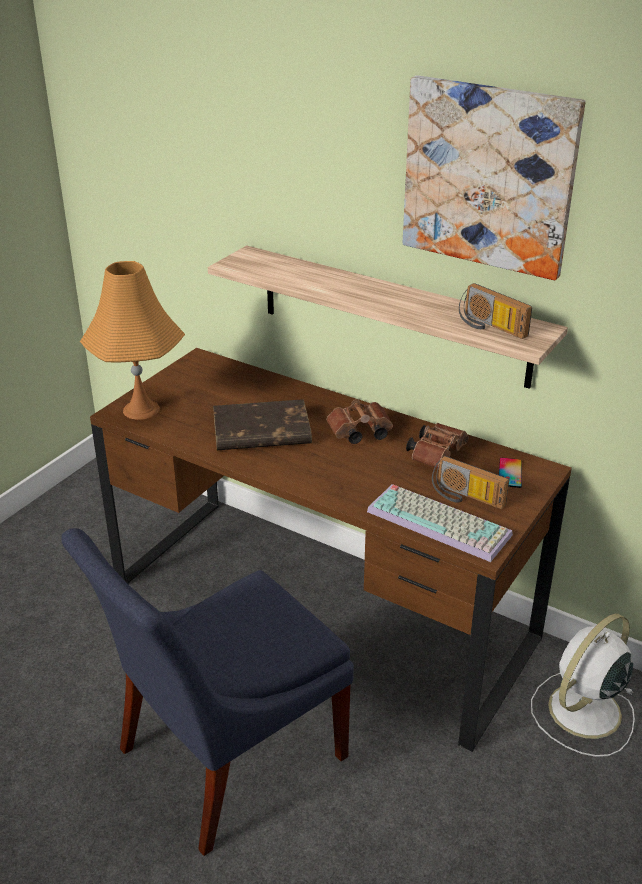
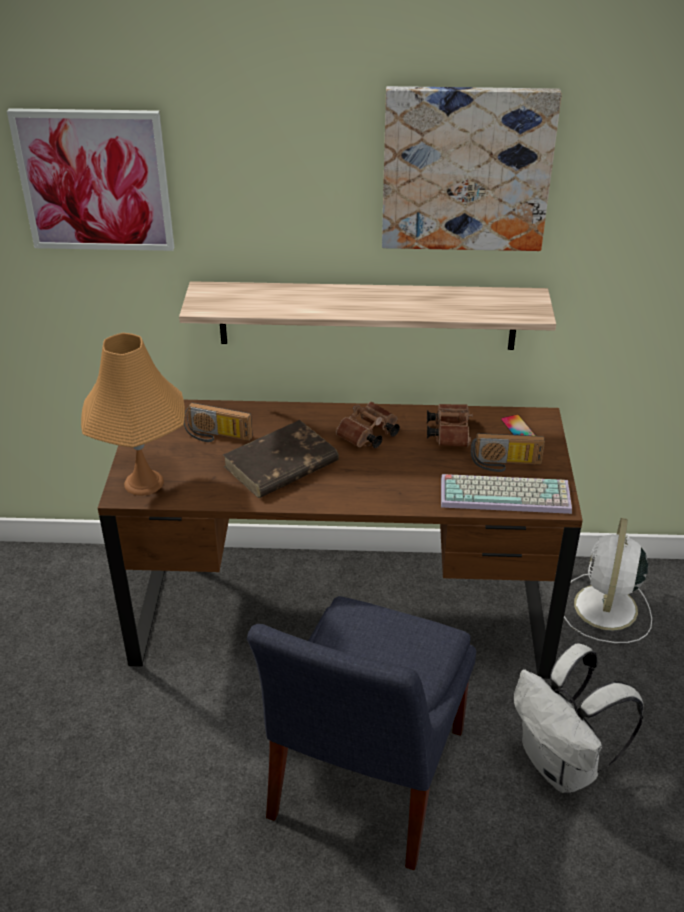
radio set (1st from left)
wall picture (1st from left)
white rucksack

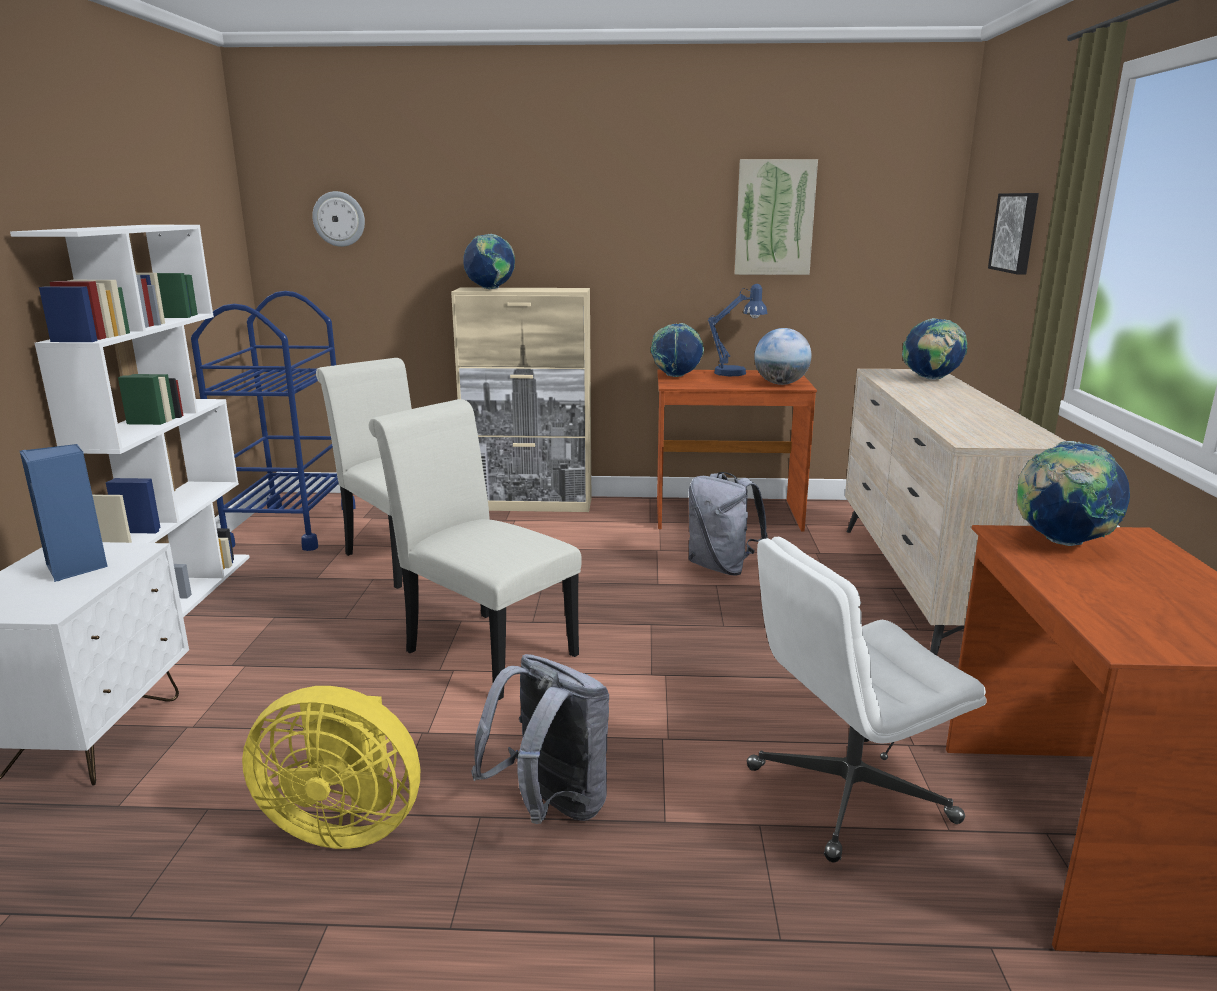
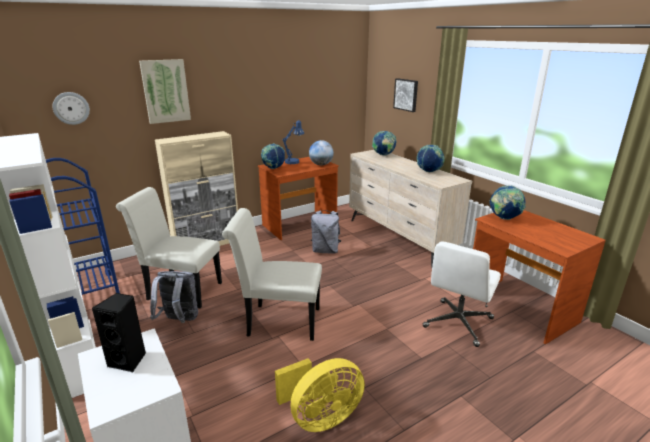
wall picture (1st from left)
globe (4th from left)
blackish speaker
gray rucksack (1st from left)

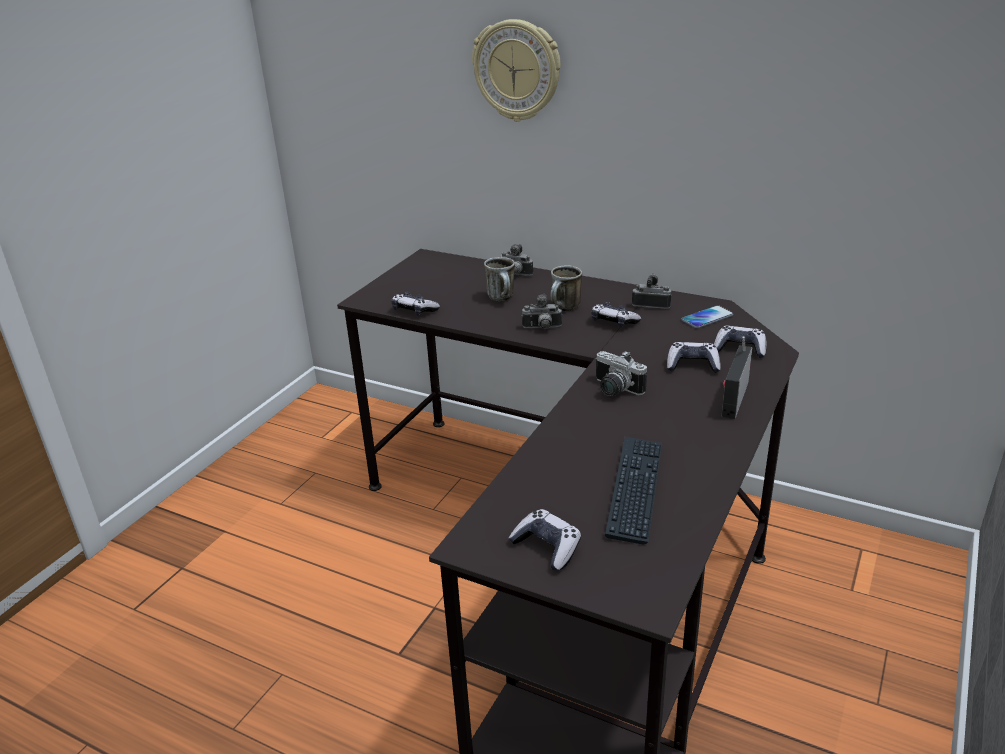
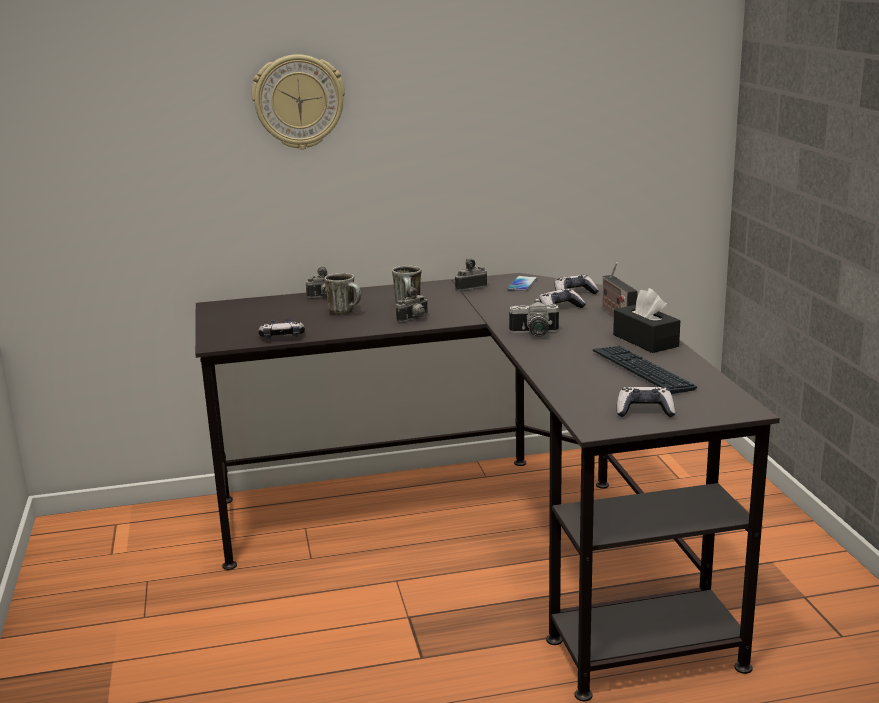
game controller (3rd from left in the first image)
blackish box of tissues

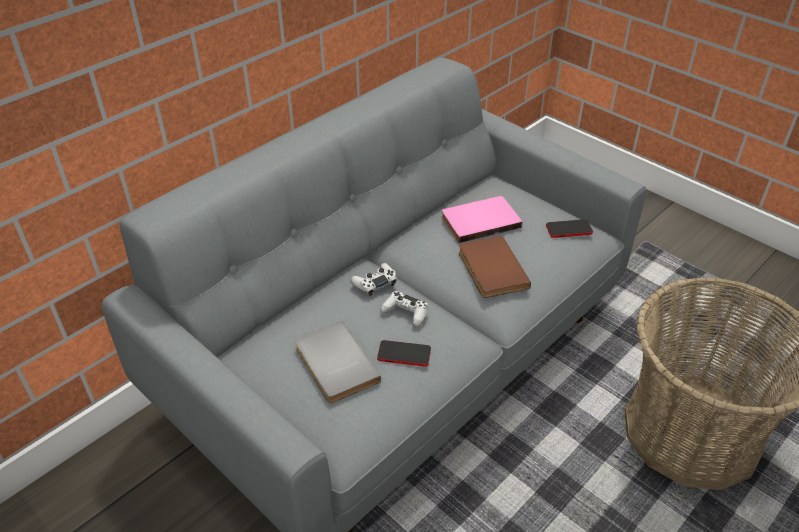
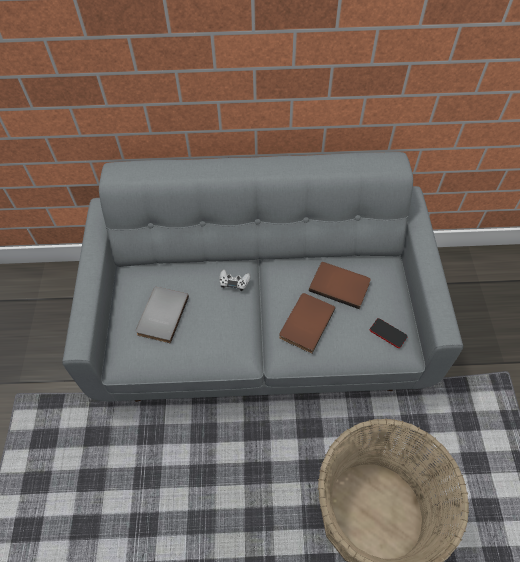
brown book (2nd from left)
white game controller (2nd from left in the first image)
handset (1st from left in the first image)

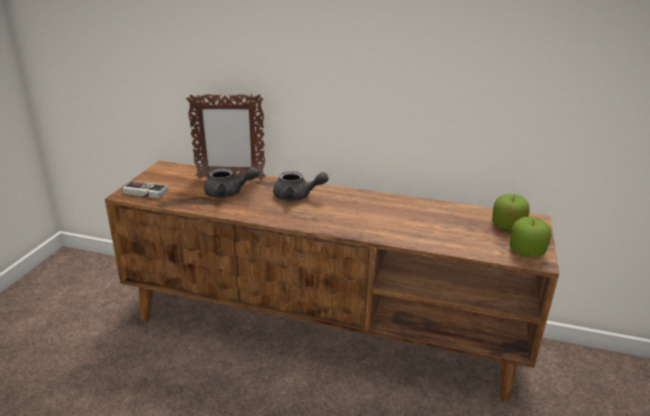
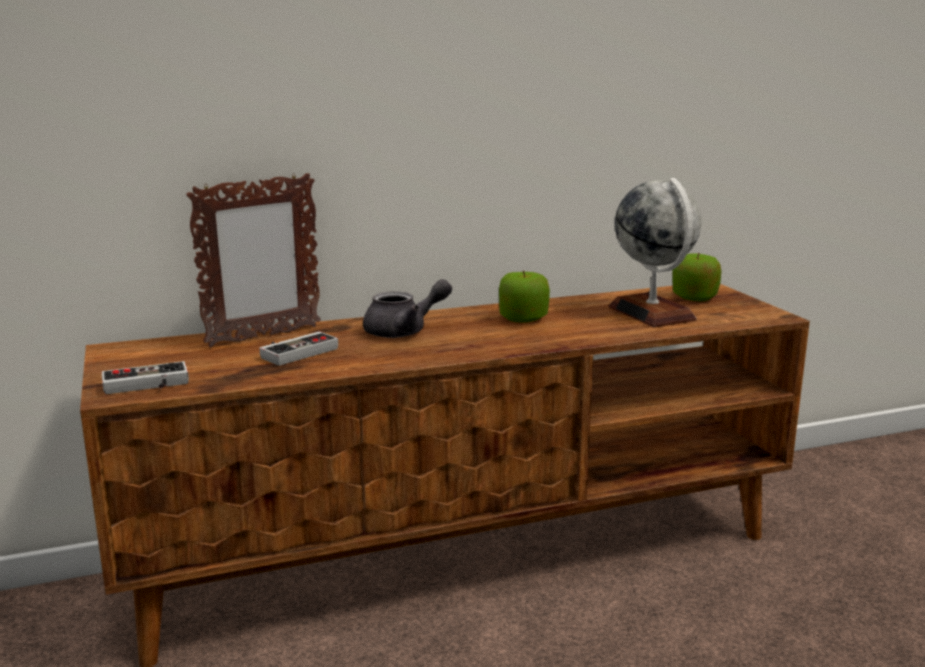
game controller (2nd from left)
apple (1st from left)
globe

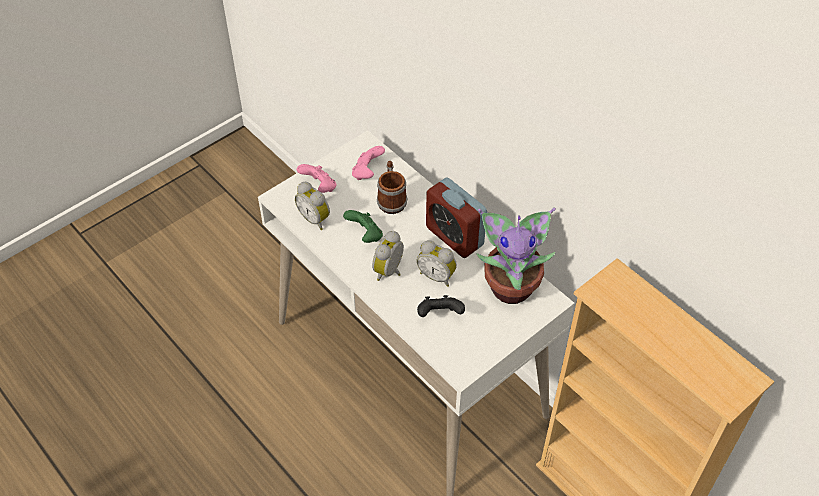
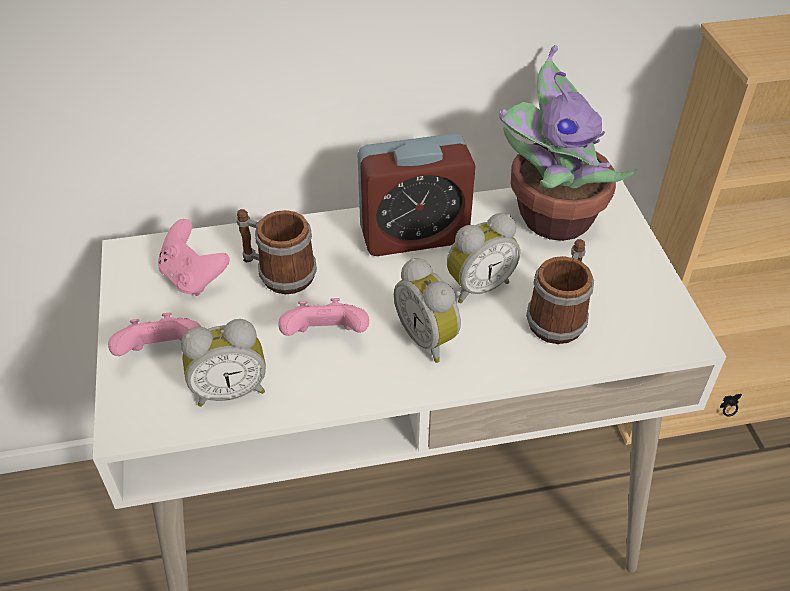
pink game controller (3rd from left)
mug (2nd from left)

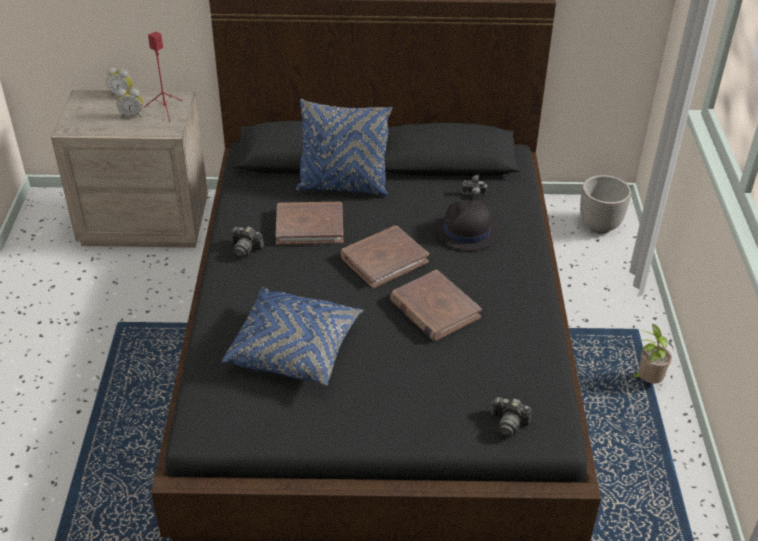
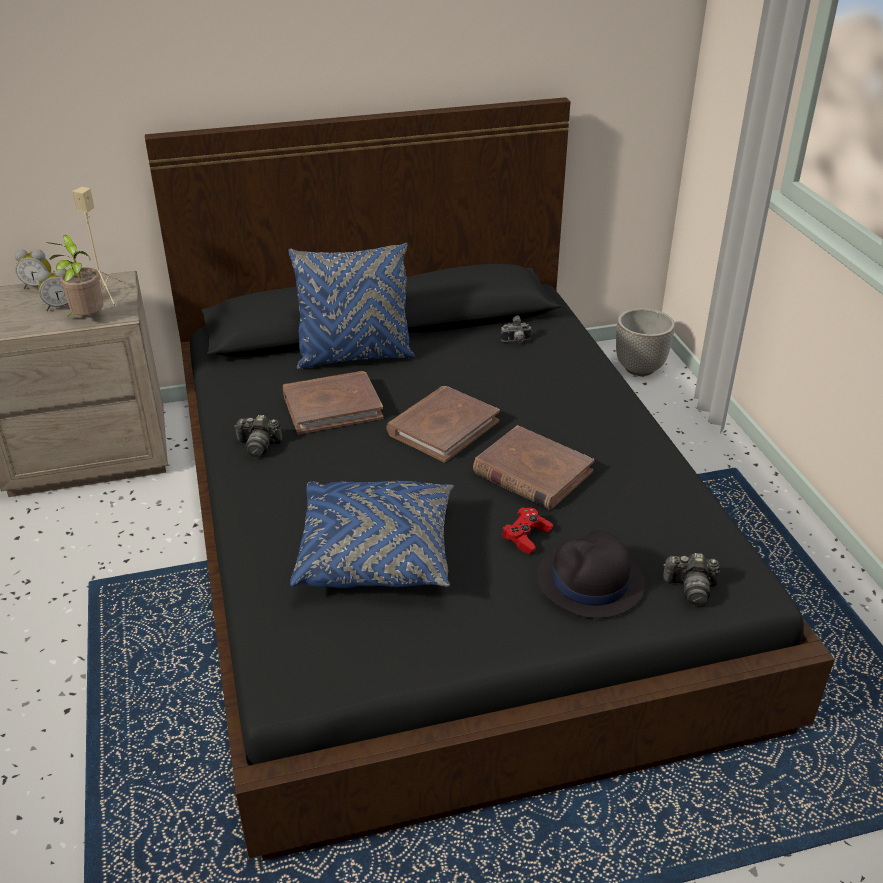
beige speaker
blackish wearable hat
potted plant
red-coloured game controller

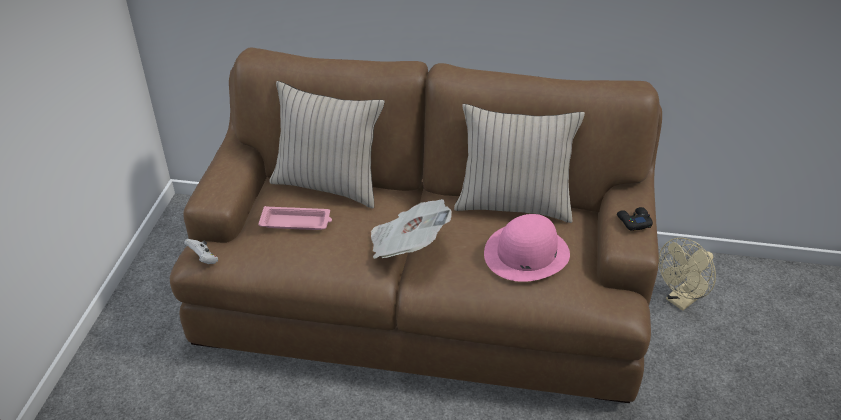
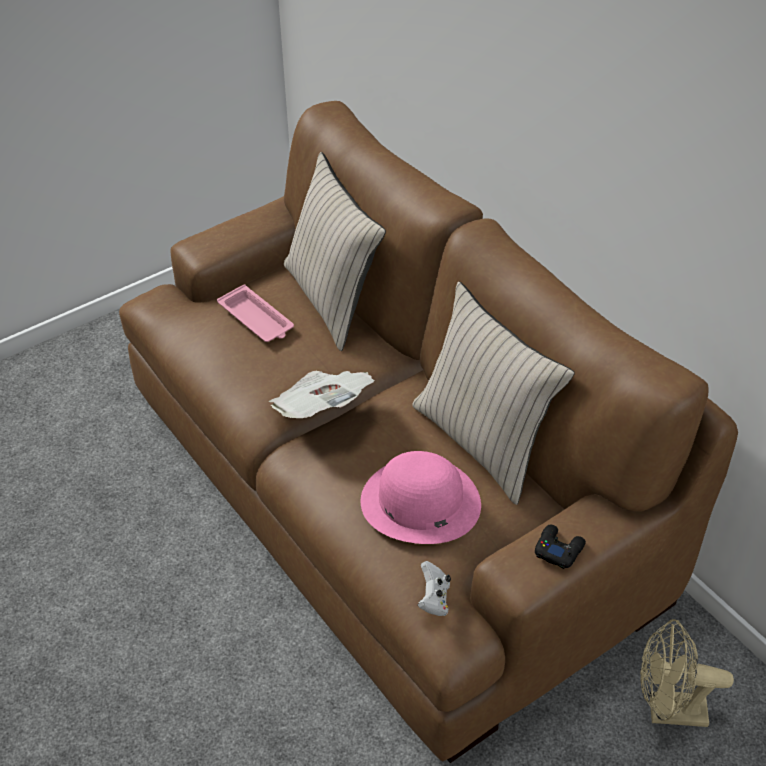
white game controller

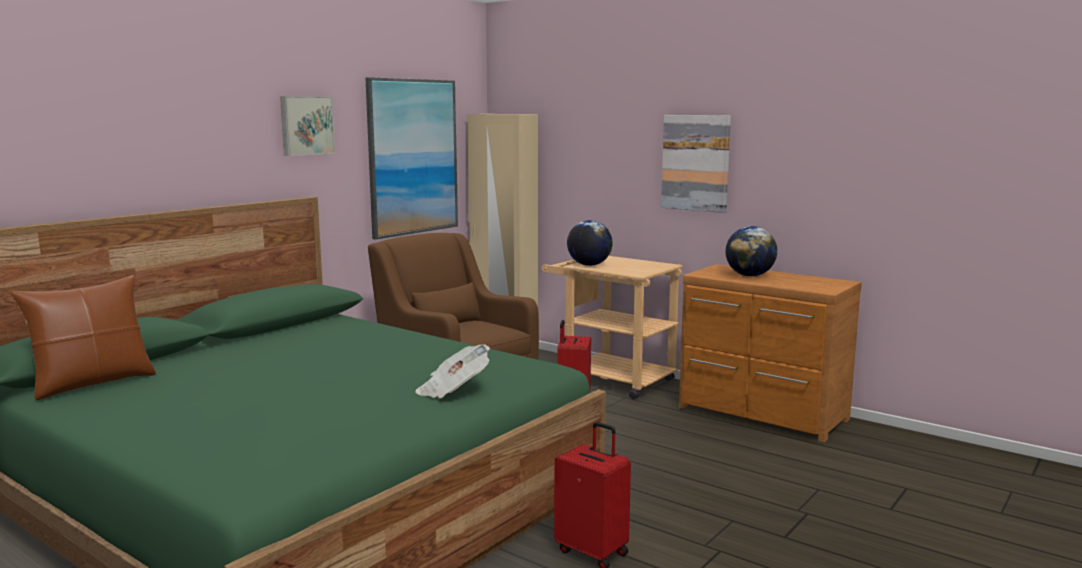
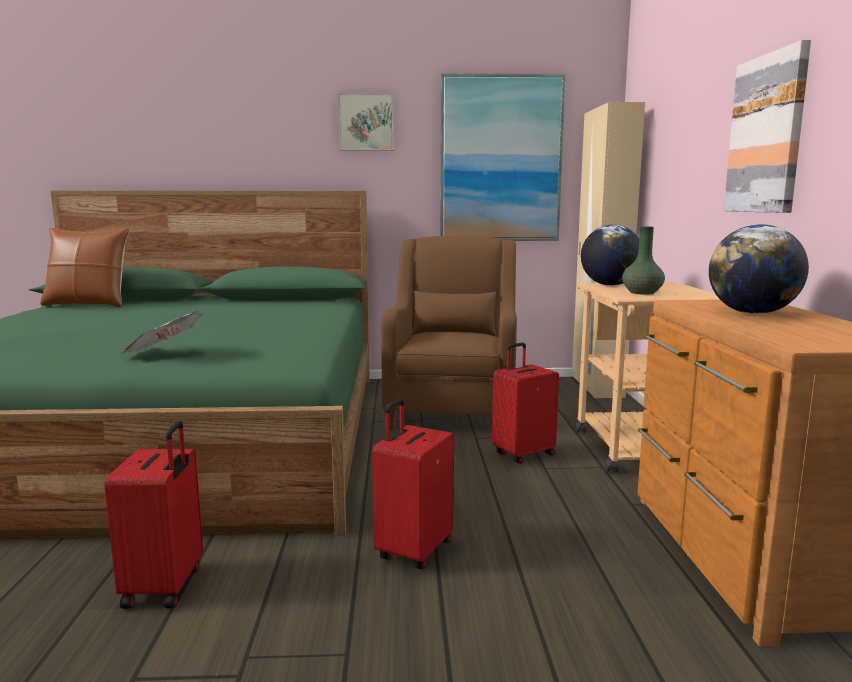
greenish flower vase
red-coloured travel case (2nd from left)

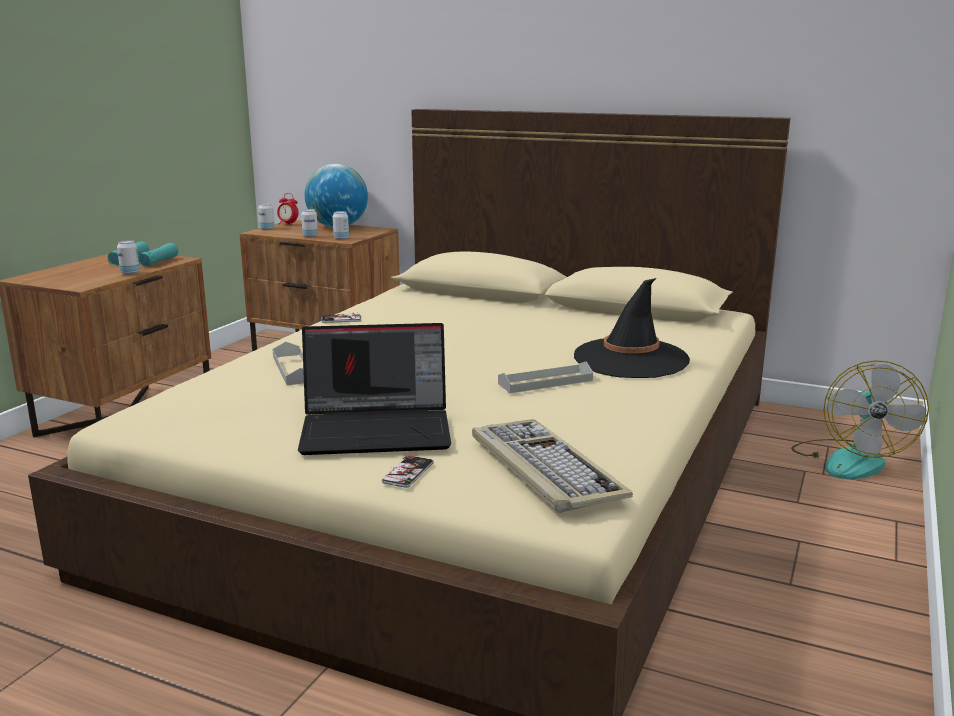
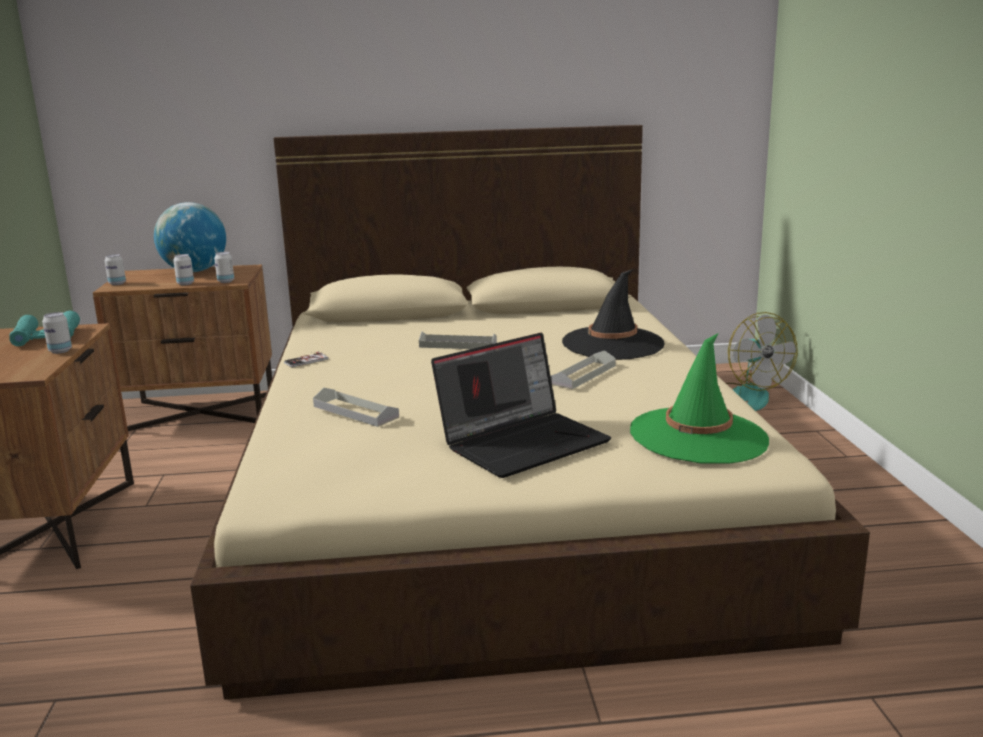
alarm clock
greenish wearable hat
handset (2nd from left in the first image)
gray serving tray (2nd from left)

